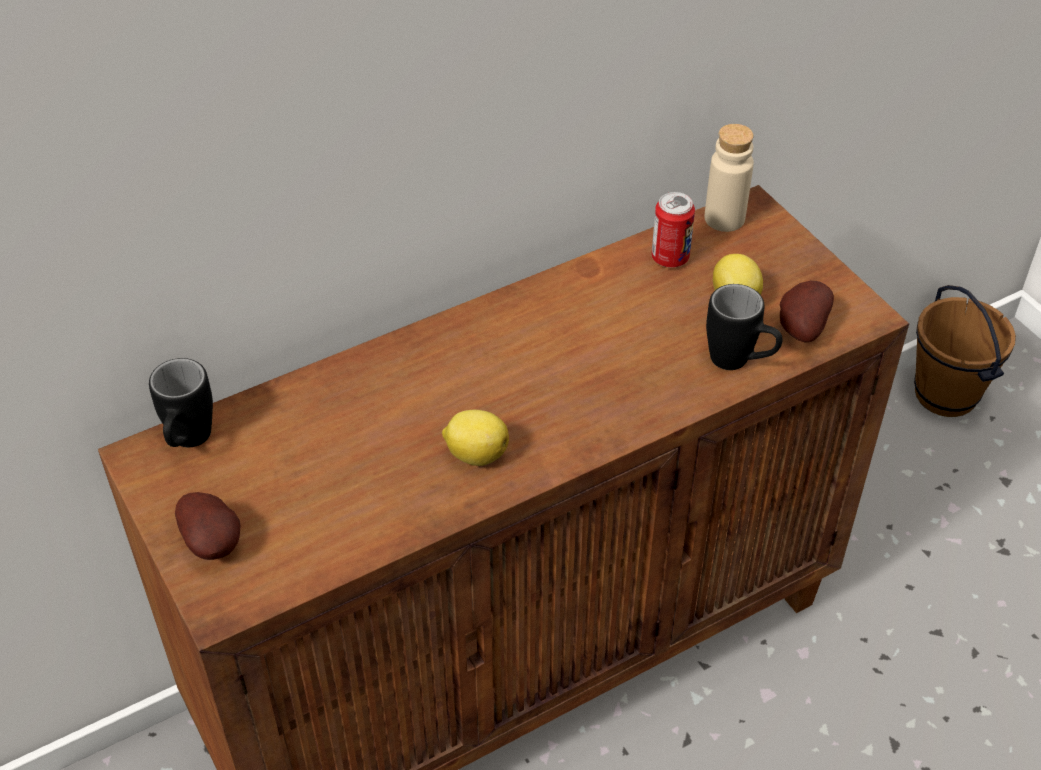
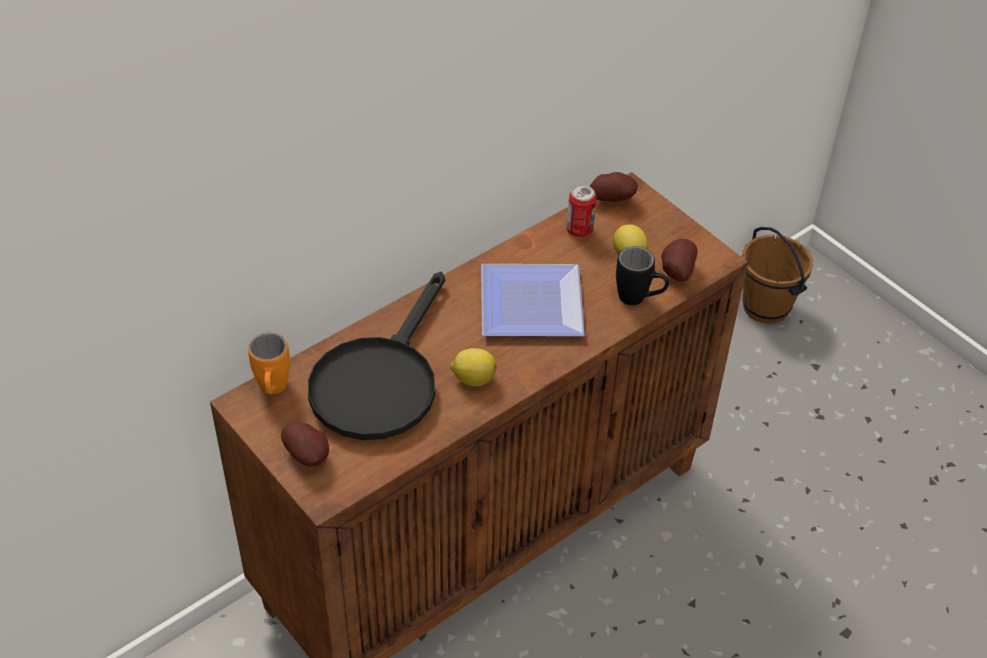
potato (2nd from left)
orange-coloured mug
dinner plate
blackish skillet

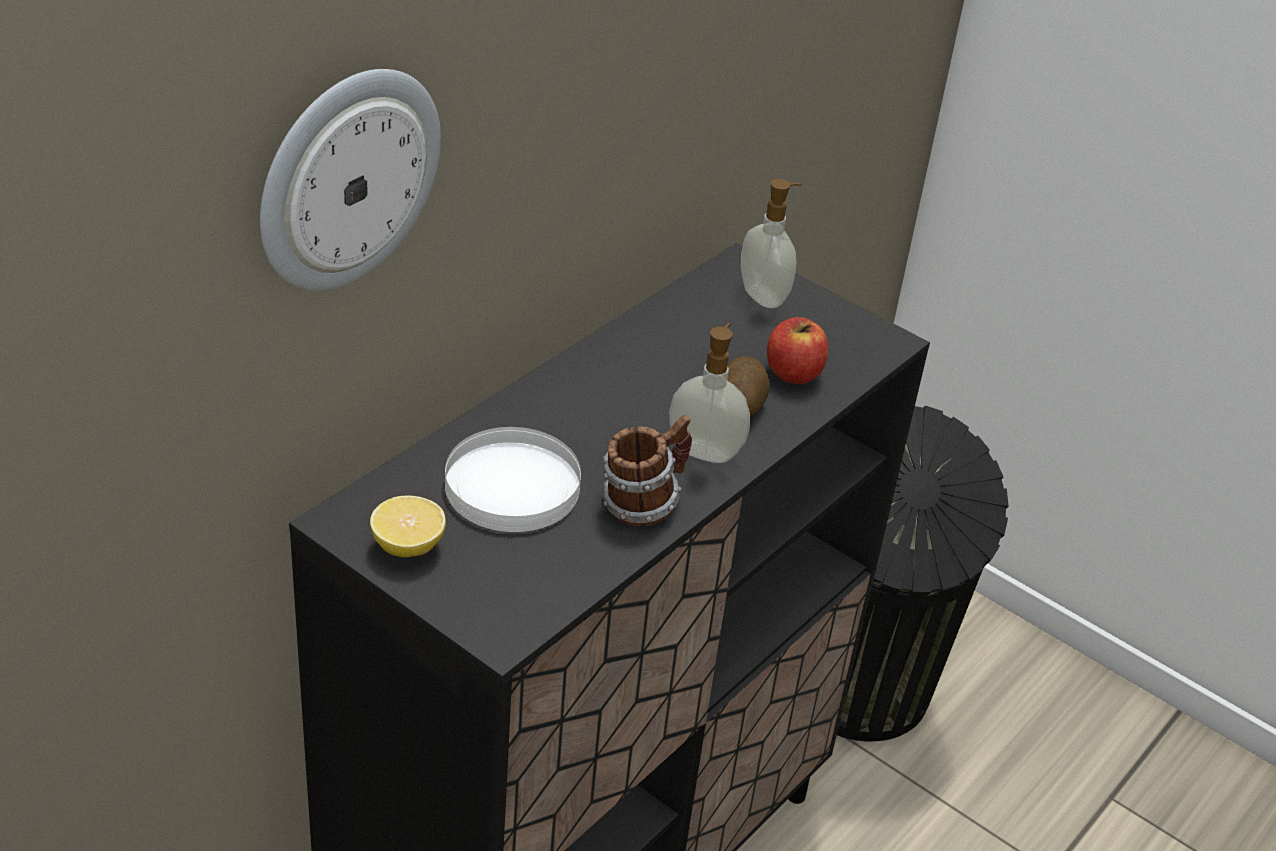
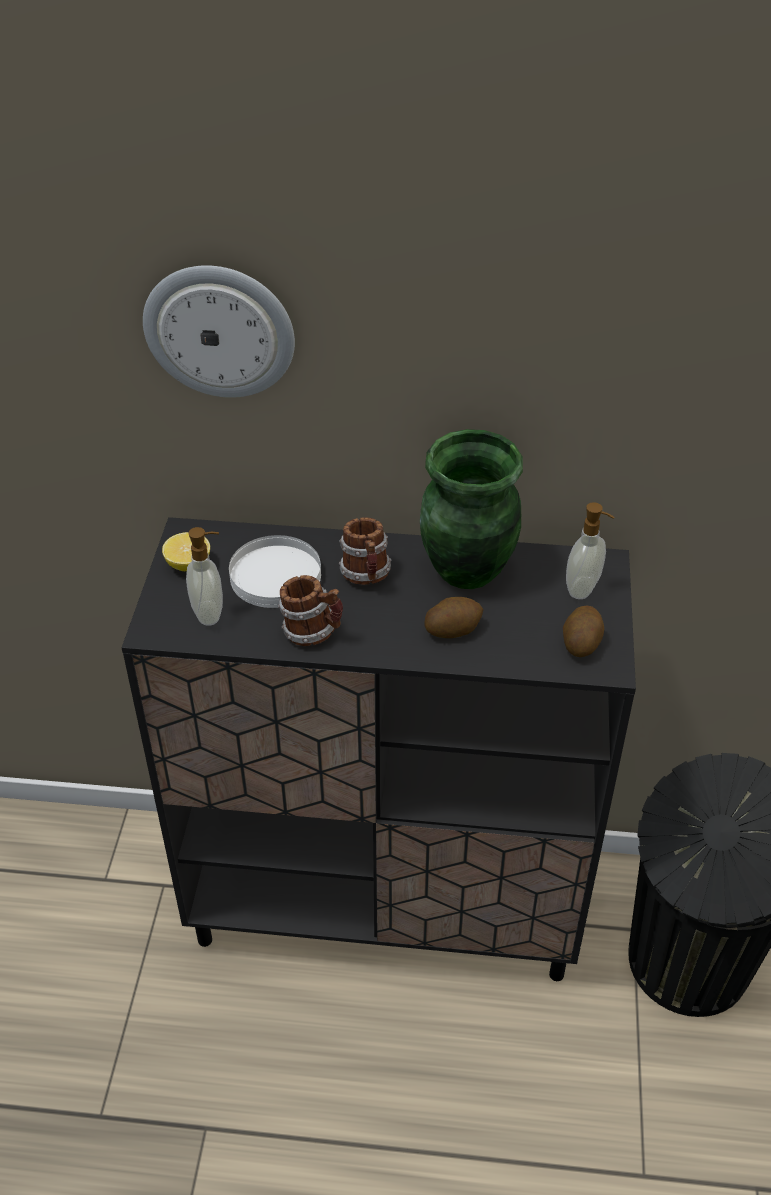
apple
soap bottle (1st from left)
greenish flower vase
mug (2nd from left)
potato (2nd from left)

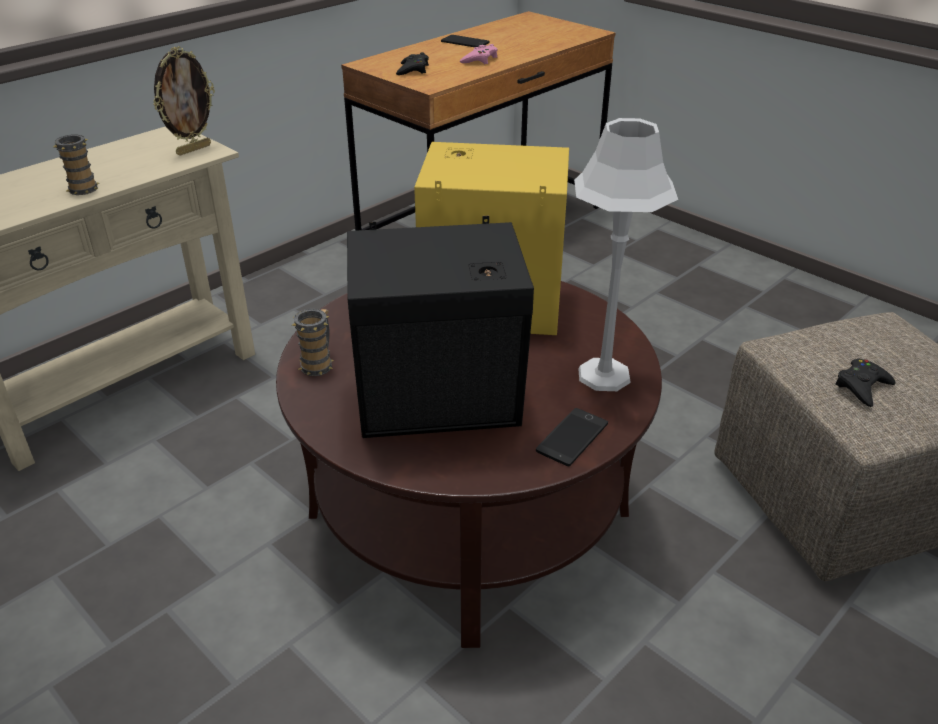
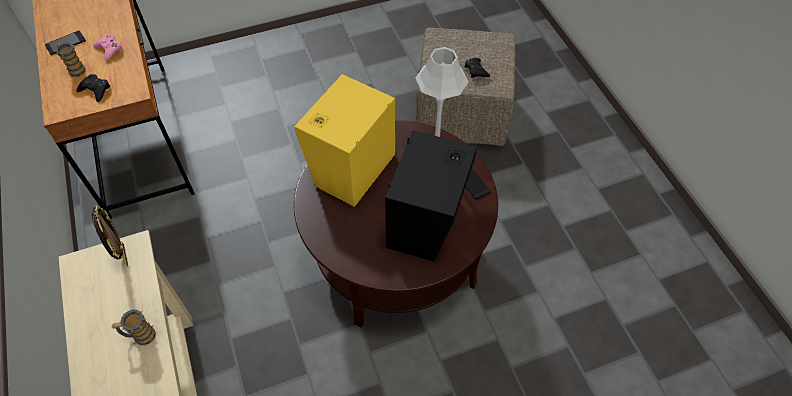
mug (1st from left)

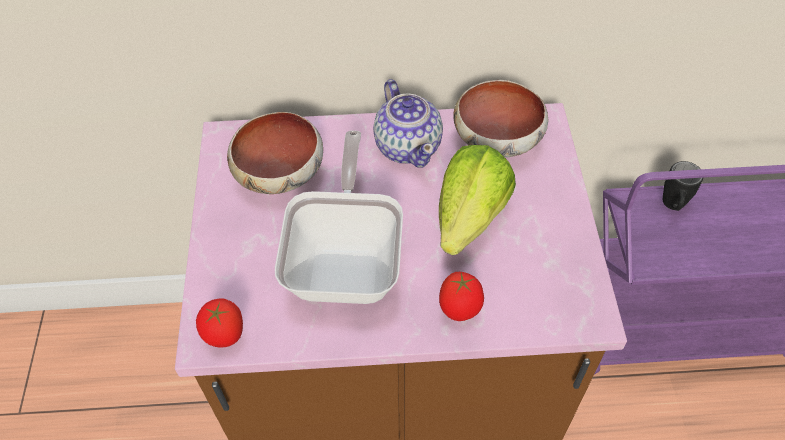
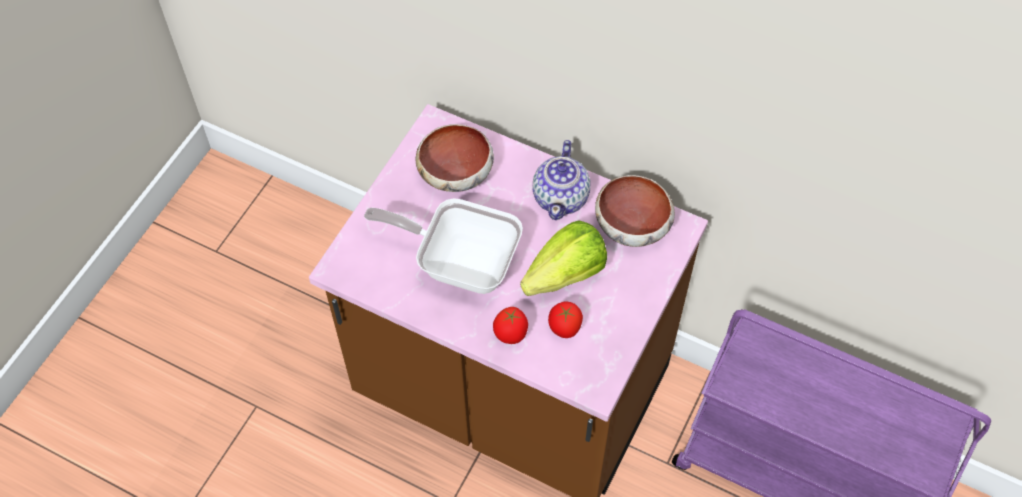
skillet
blackish mug
fresh tomato (2nd from left)

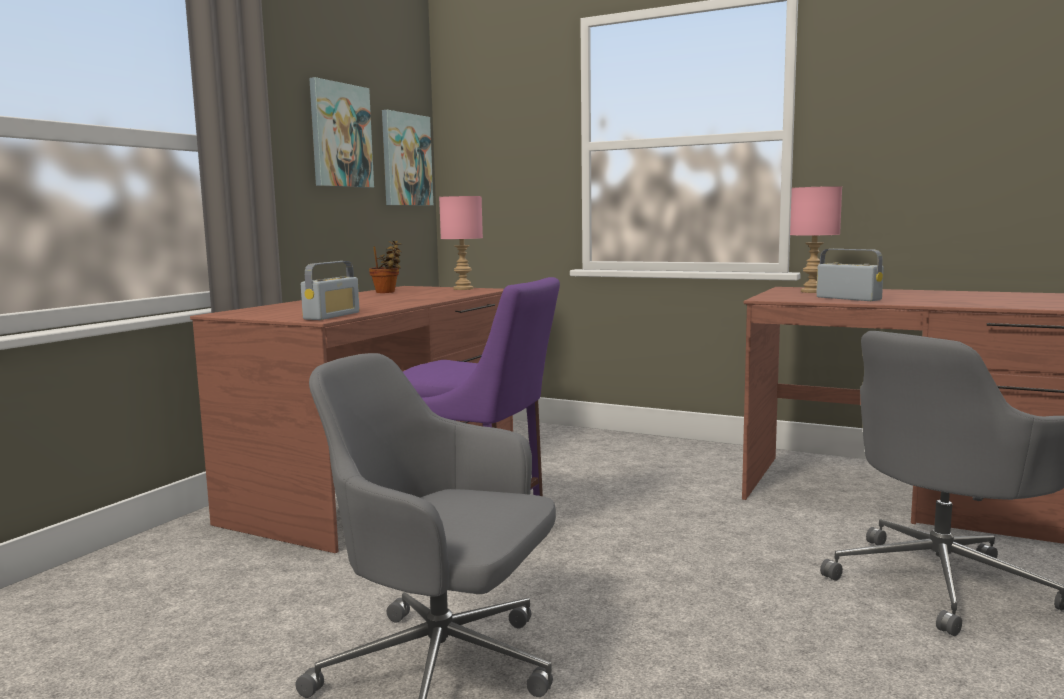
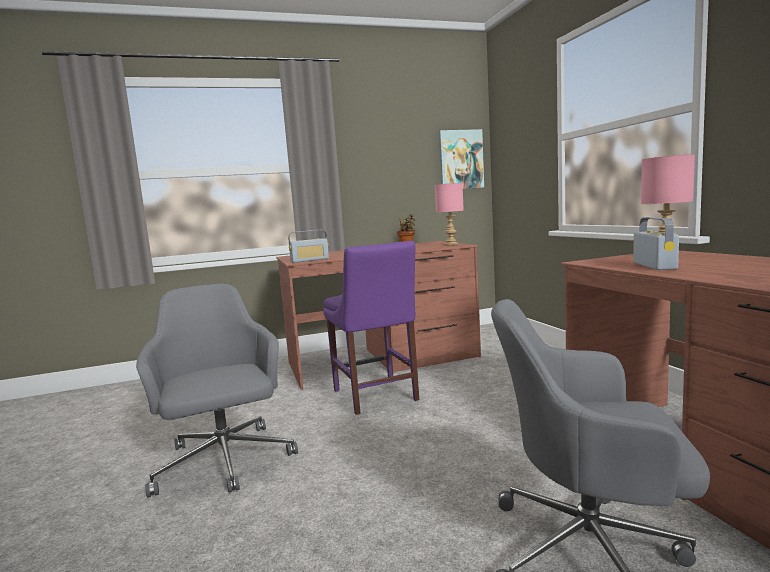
wall picture (1st from left in the first image)

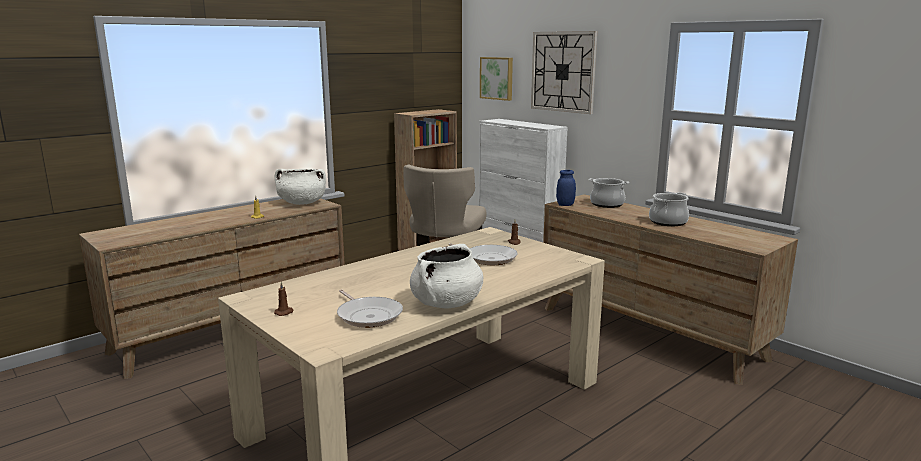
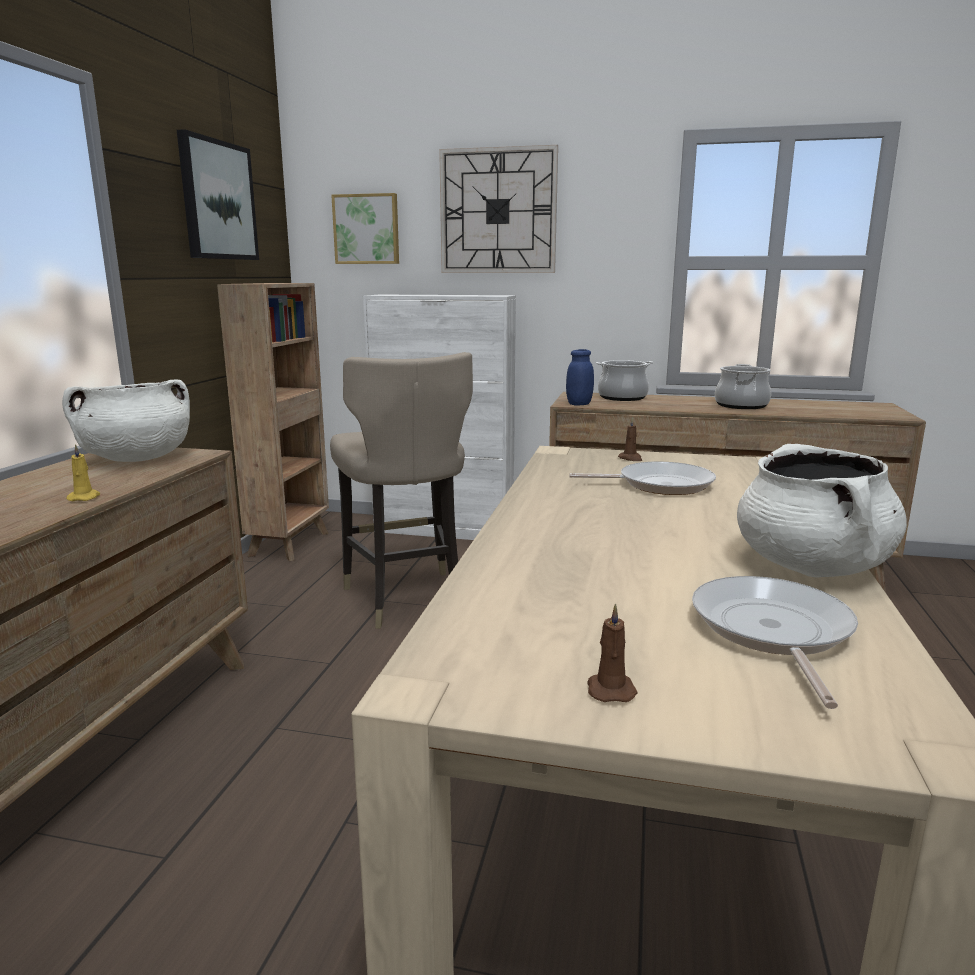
skillet (2nd from left)
wall picture (1st from left)

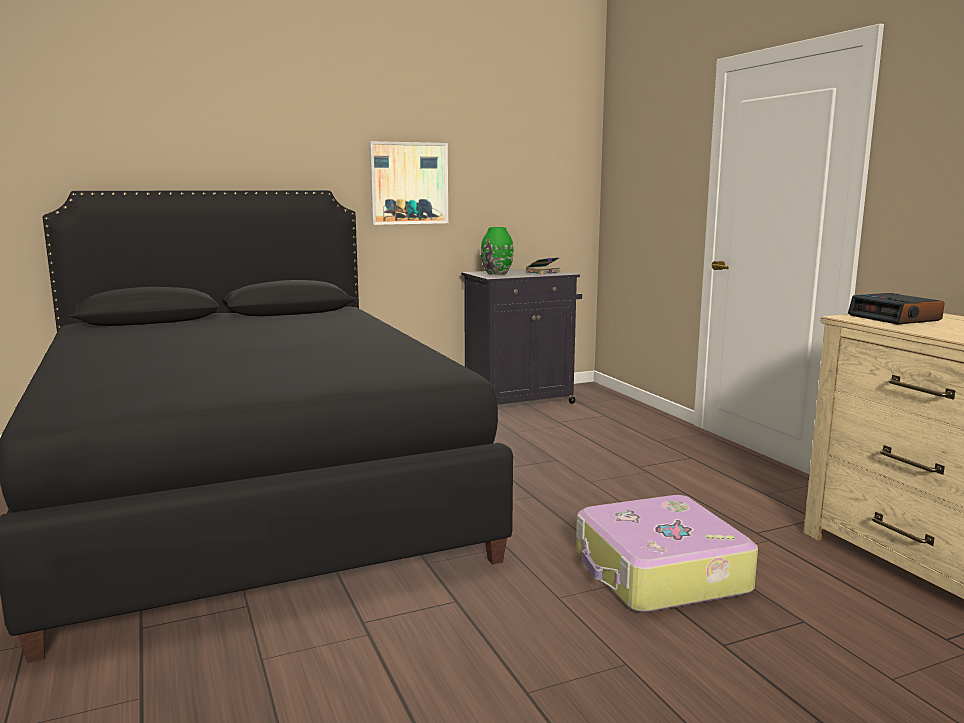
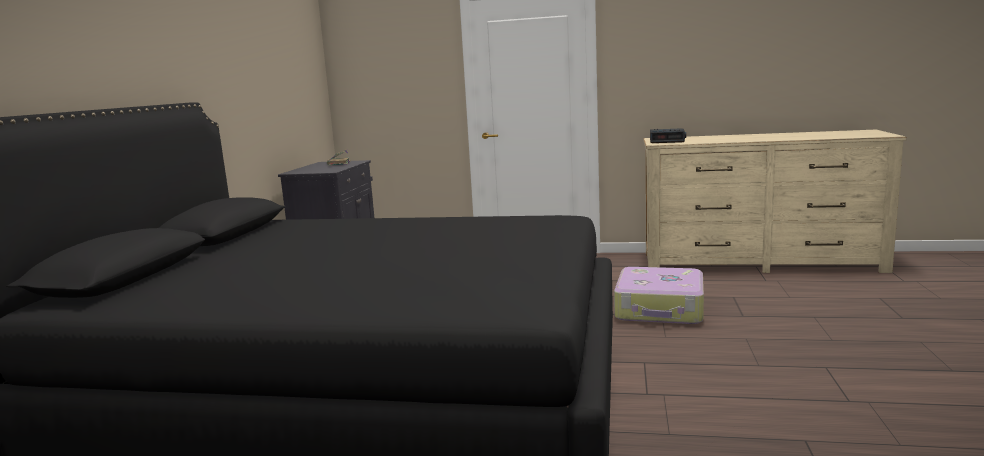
wall picture
greenish flower vase

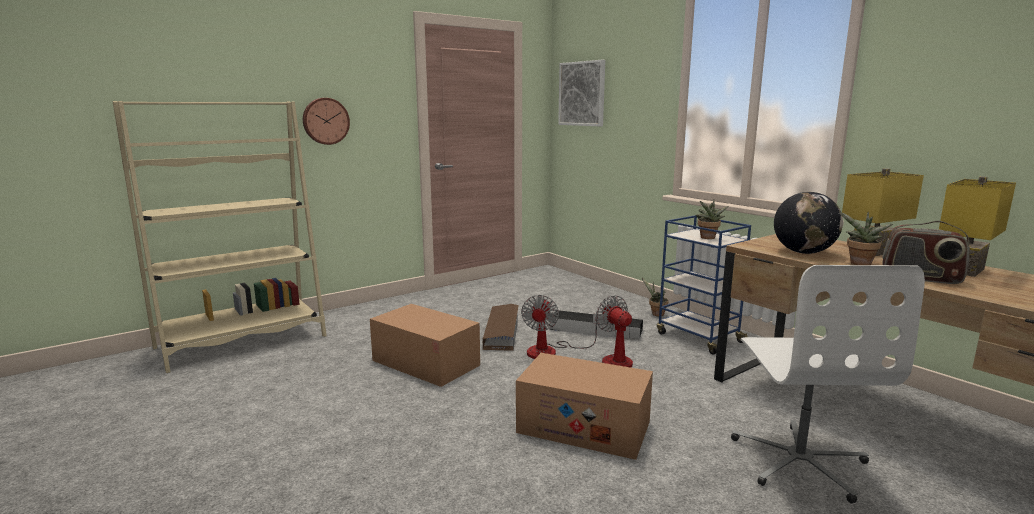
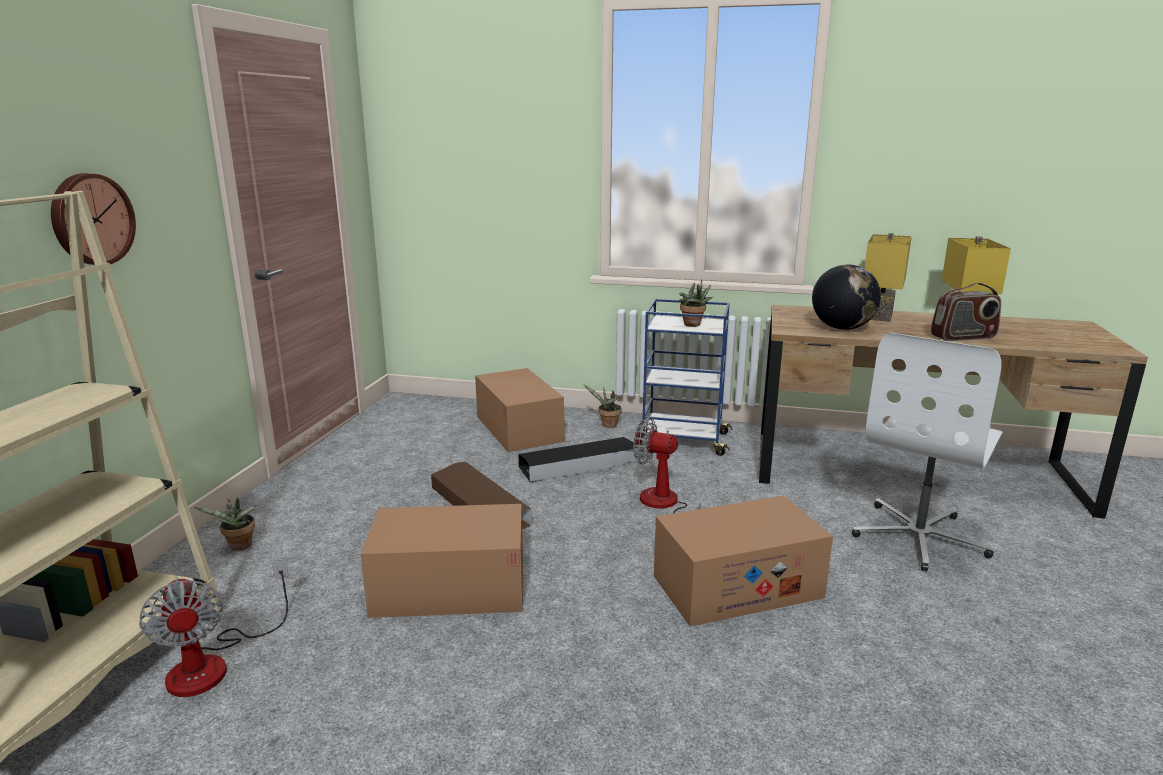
wall picture
potted plant (1st from left)
white computer chair
electric fan (1st from left)
packing box (2nd from left)

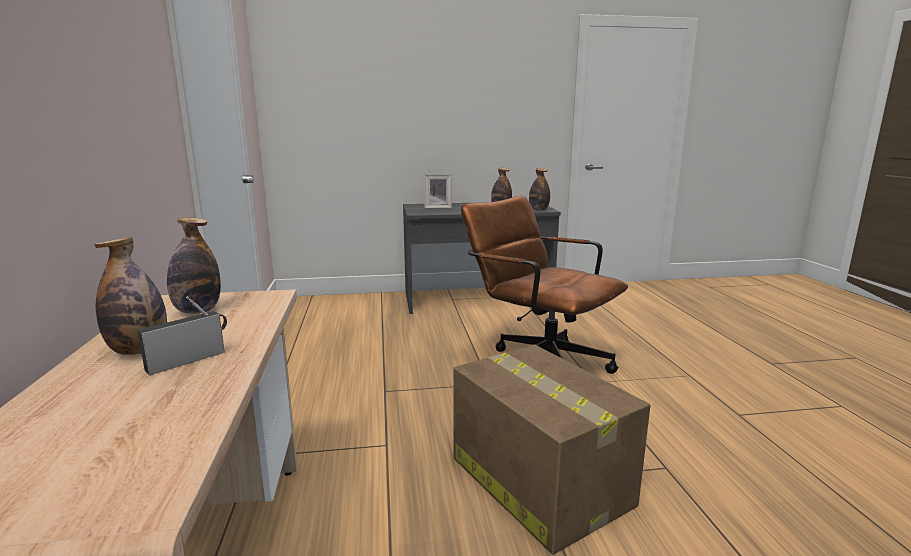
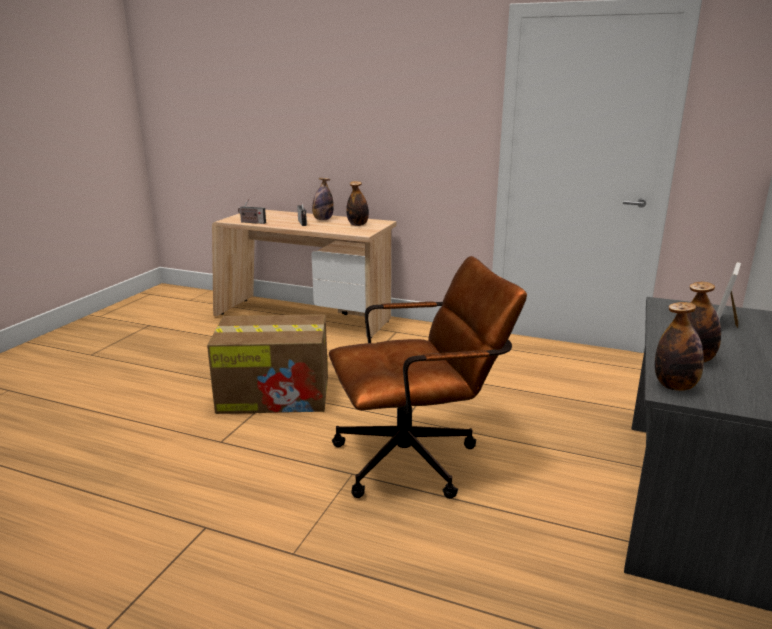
radio set (1st from left)

